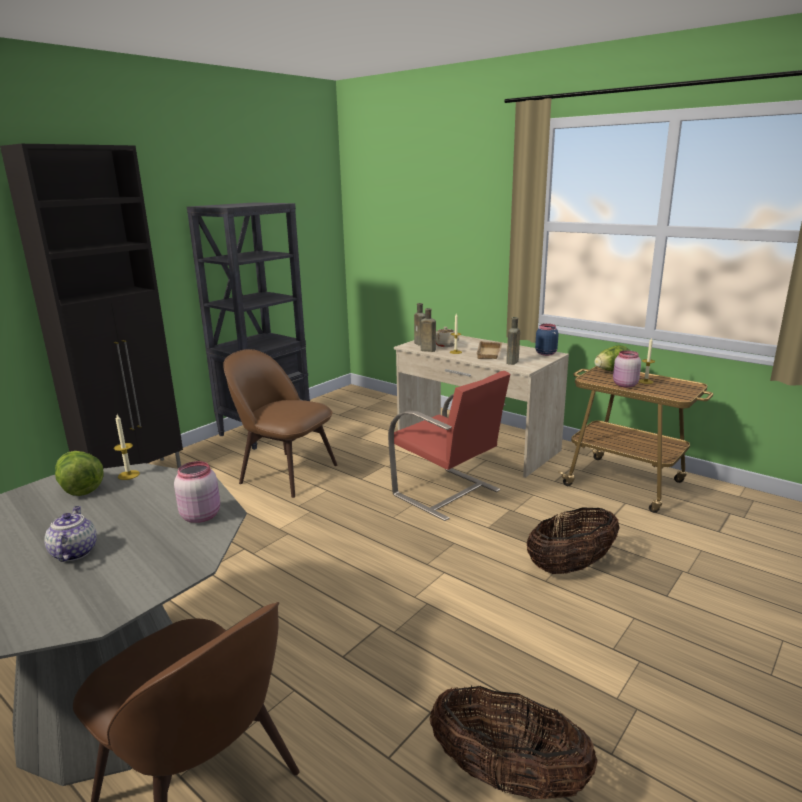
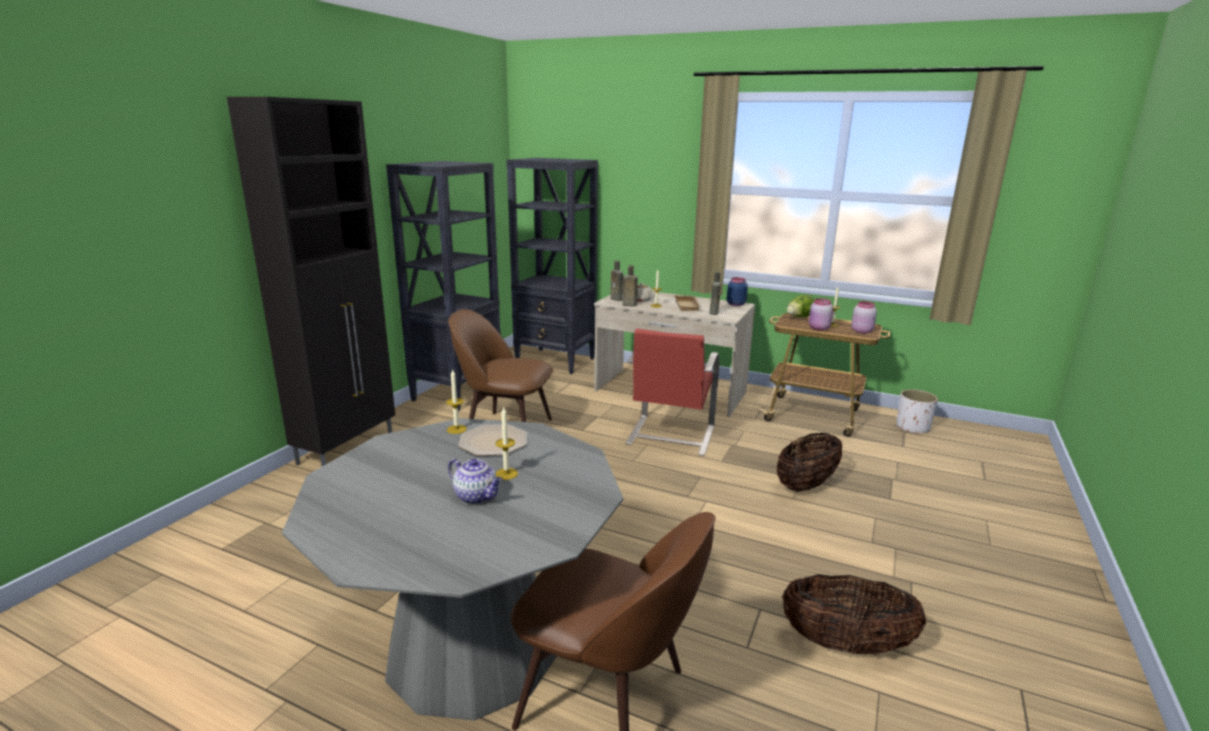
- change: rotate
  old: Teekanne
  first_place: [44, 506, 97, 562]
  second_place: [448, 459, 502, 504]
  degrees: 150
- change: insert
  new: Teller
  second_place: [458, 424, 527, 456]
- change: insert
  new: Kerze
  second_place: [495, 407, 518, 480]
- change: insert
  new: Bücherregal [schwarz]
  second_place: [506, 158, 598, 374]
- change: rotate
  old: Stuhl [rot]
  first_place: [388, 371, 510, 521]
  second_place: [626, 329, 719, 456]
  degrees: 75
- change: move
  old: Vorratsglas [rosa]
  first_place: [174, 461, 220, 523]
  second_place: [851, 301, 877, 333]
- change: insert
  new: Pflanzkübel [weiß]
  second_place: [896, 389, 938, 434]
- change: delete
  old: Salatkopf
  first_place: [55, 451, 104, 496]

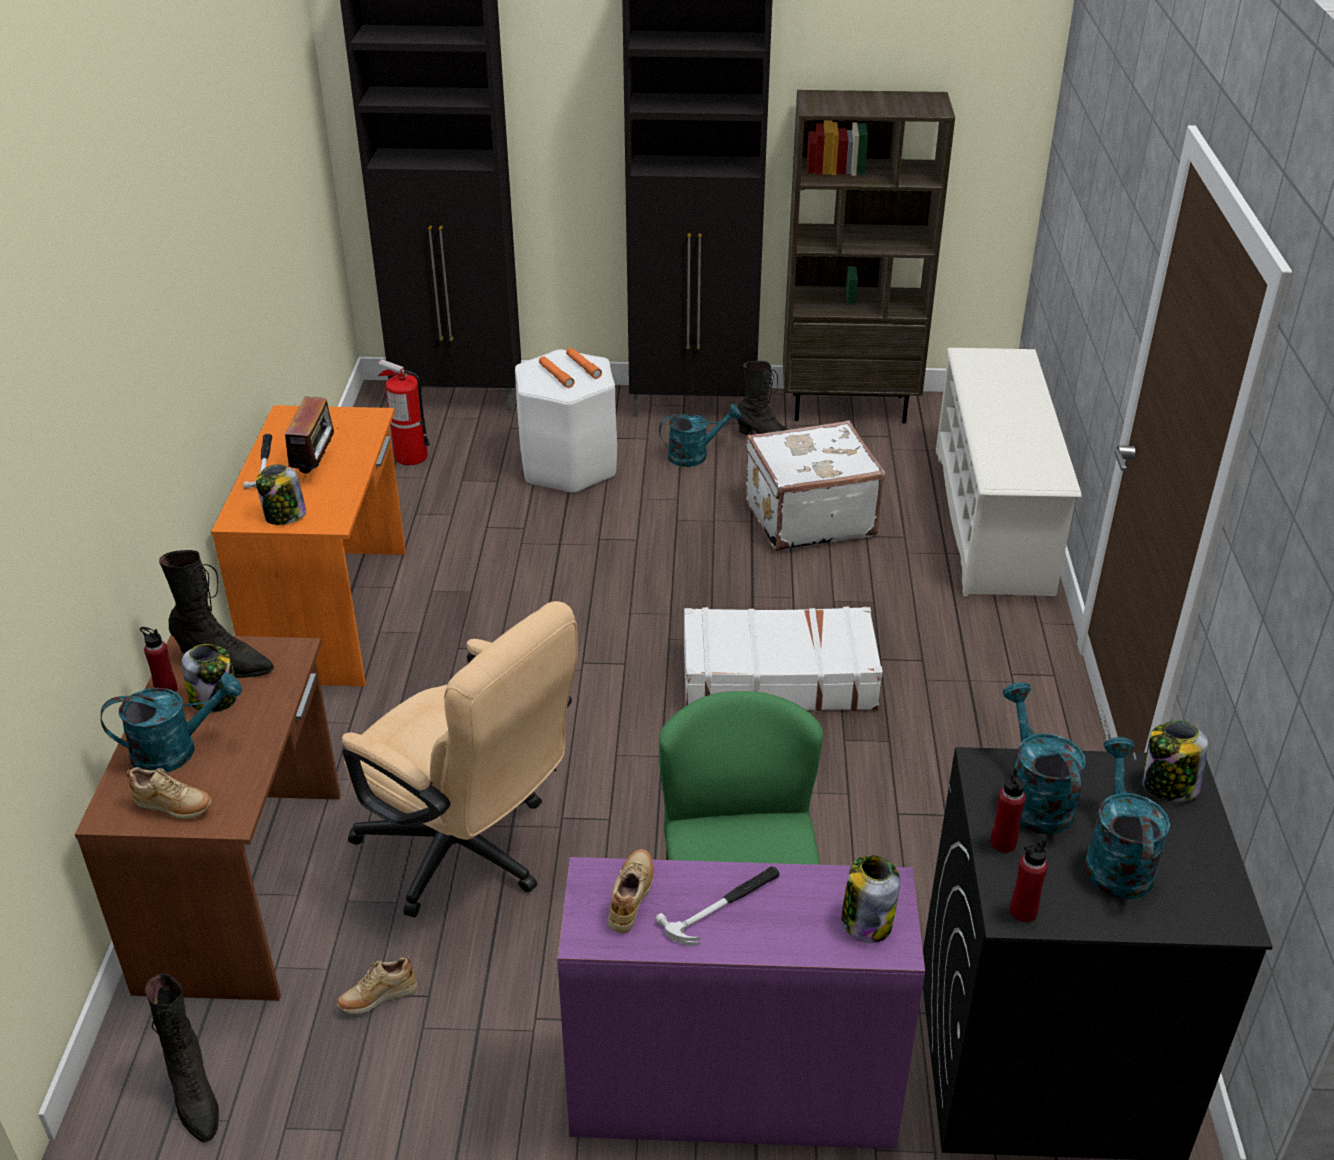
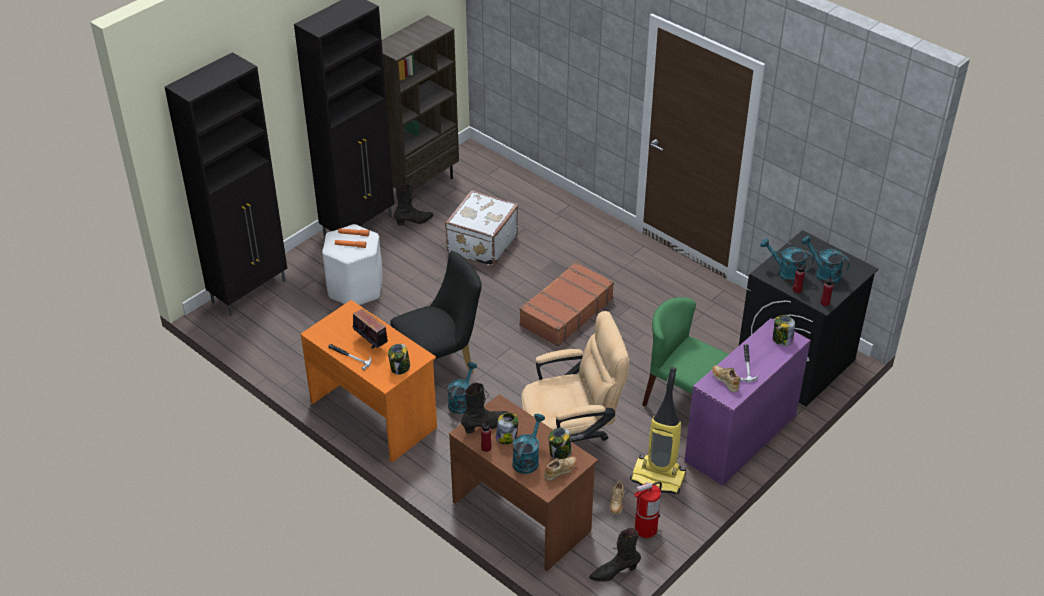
- change: insert
  new: Stuhl [schwarz]
  second_place: [390, 251, 482, 373]
- change: move
  old: Gießkanne [türkis]
  first_place: [659, 404, 741, 467]
  second_place: [448, 362, 477, 414]
- change: recolor
  old: Koffer [weiß]
  new: Koffer [braun]
  first_place: [684, 606, 883, 711]
  second_place: [520, 262, 614, 347]
- change: move
  old: Vorratsglas
  first_place: [1142, 721, 1208, 802]
  second_place: [549, 428, 572, 459]
- change: rotate
  old: Stiefel [schwarz]
  first_place: [145, 974, 219, 1143]
  second_place: [589, 528, 641, 581]
  degrees: 150
- change: insert
  new: Staubsauger
  second_place: [630, 367, 686, 494]
- change: move
  old: Feuerlöscher
  first_place: [378, 359, 430, 465]
  second_place: [634, 482, 662, 538]
- change: delete
  old: Schuhregal [weiß]
  first_place: [936, 348, 1081, 597]

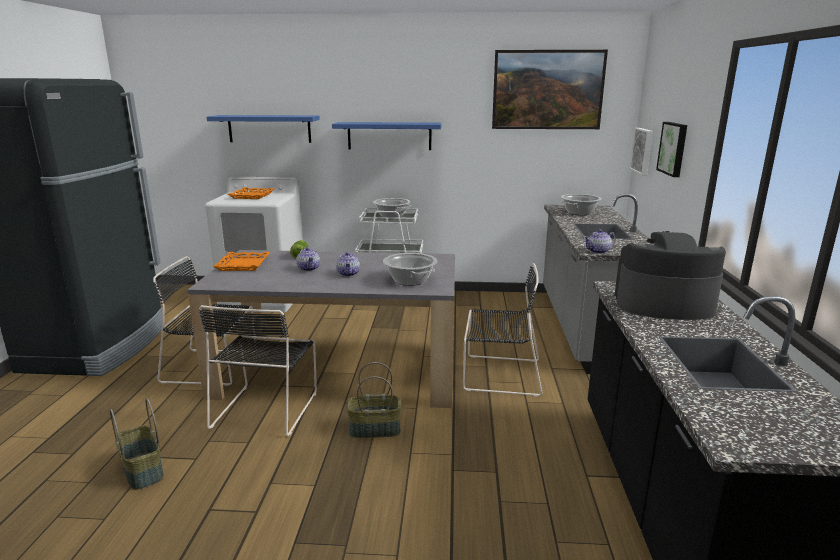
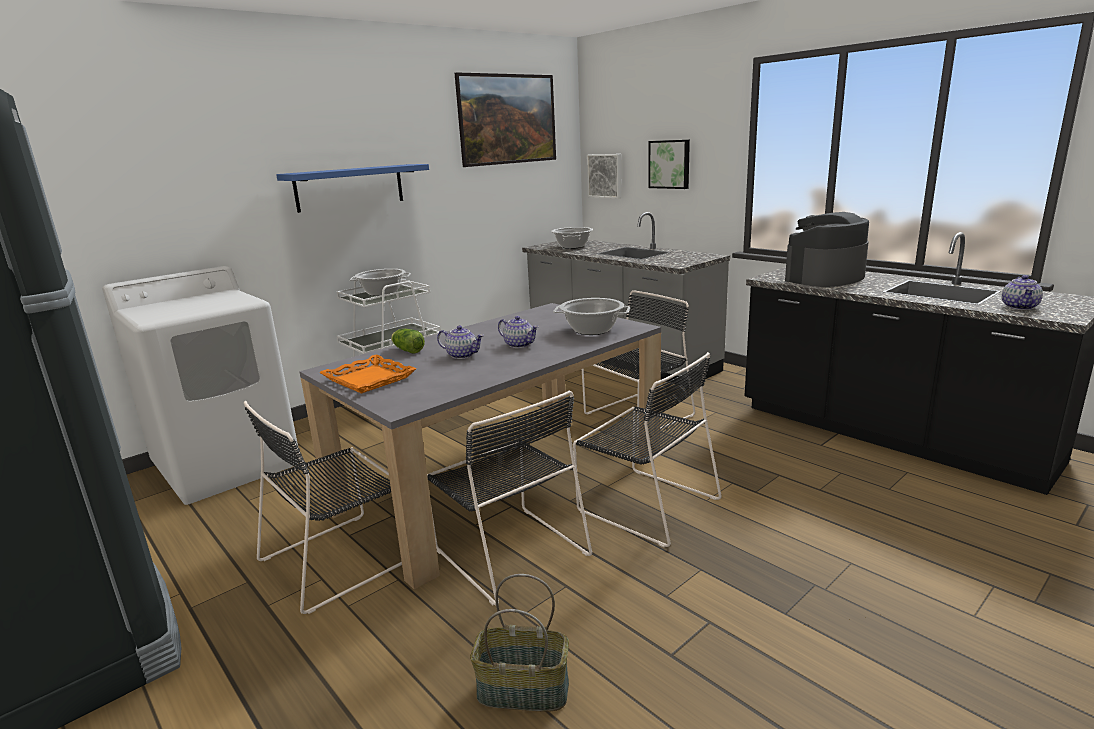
- change: replace
  old: Korb
  new: Stuhl [schwarz]
  first_place: [347, 362, 401, 438]
  second_place: [573, 352, 722, 547]
- change: move
  old: Teekanne
  first_place: [584, 229, 616, 254]
  second_place: [1002, 275, 1043, 310]
- change: delete
  old: Wandregal [blau]
  first_place: [207, 115, 320, 143]
- change: delete
  old: Tablett [orange]
  first_place: [228, 187, 274, 199]

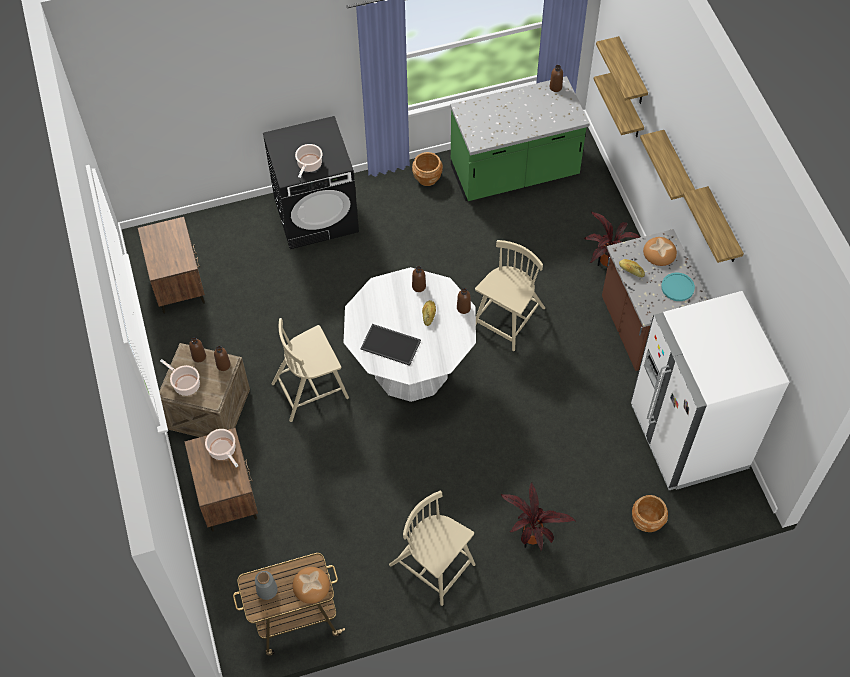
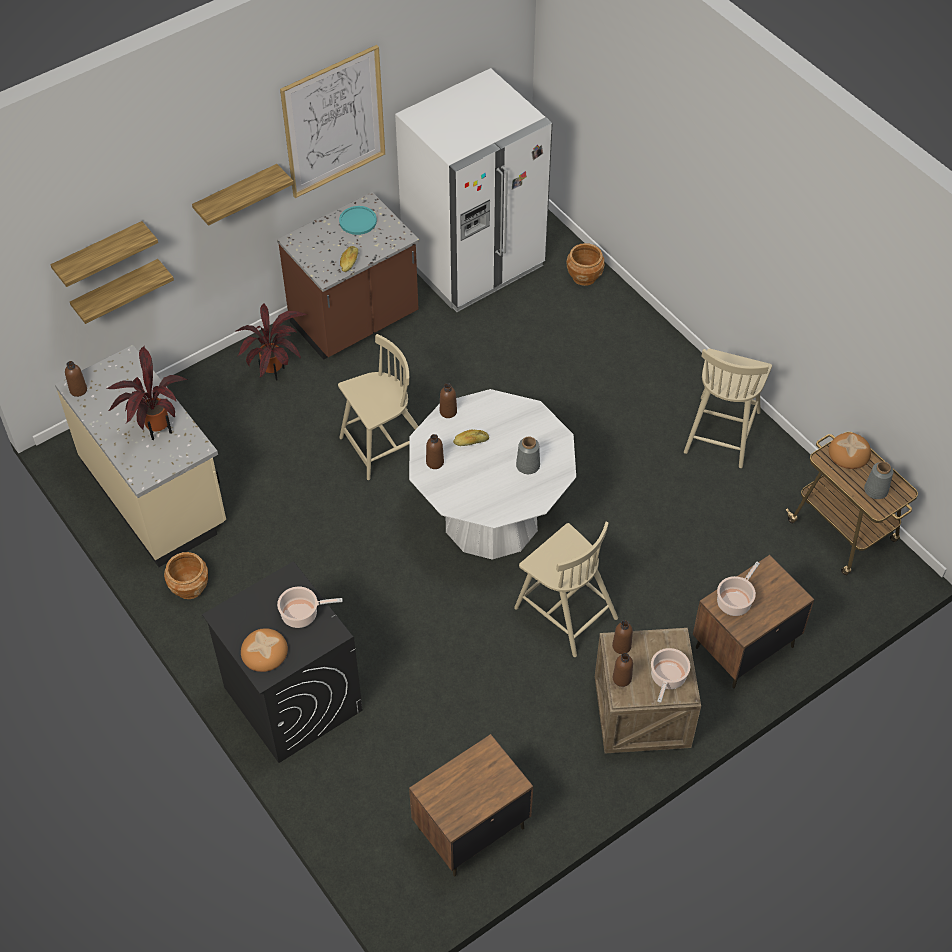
- change: recolor
  old: Küchenzeile [grün]
  new: Küchenzeile [beige]
  first_place: [450, 76, 590, 201]
  second_place: [55, 345, 226, 567]
- change: move
  old: Topfpflanze
  first_place: [501, 483, 575, 550]
  second_place: [107, 346, 187, 440]
- change: move
  old: Brot
  first_place: [643, 237, 677, 266]
  second_place: [241, 628, 288, 672]
- change: replace
  old: Wandregal
  new: Bild
  first_place: [683, 186, 744, 263]
  second_place: [280, 45, 385, 198]
- change: rotate
  old: Stuhl [beige]
  first_place: [475, 240, 545, 351]
  second_place: [338, 334, 419, 480]
  degrees: 135
- change: replace
  old: Tablett
  new: Vase [grau]
  first_place: [360, 324, 421, 366]
  second_place: [516, 437, 540, 474]

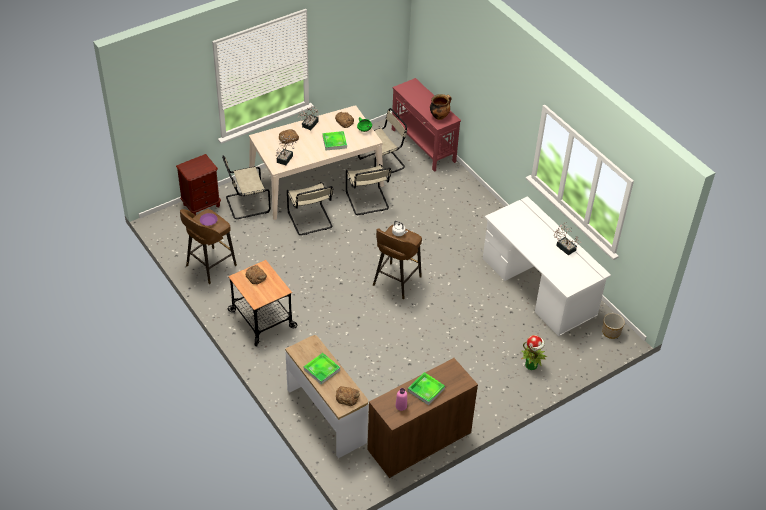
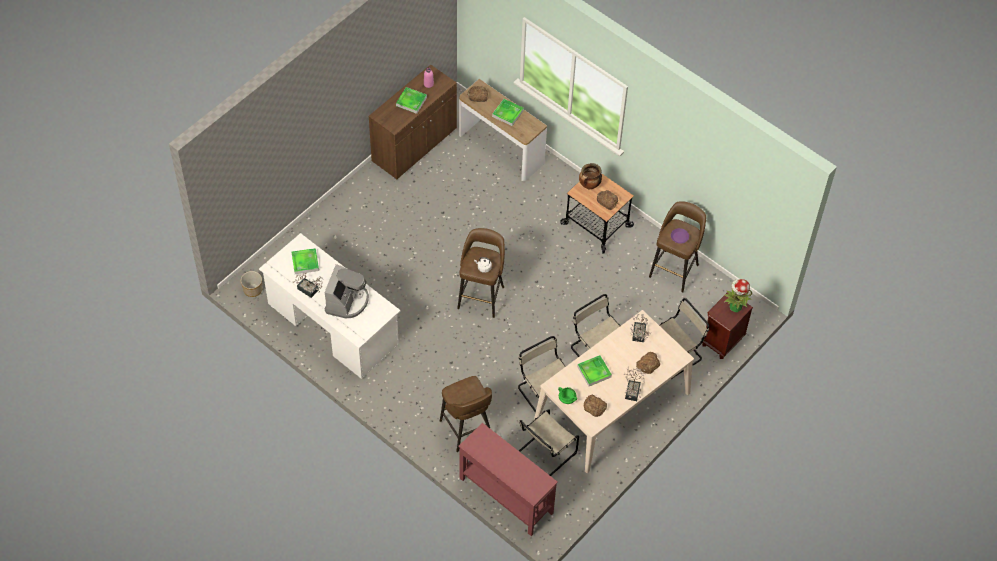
- change: insert
  new: Tablett
  second_place: [292, 248, 319, 274]
- change: insert
  new: Kaffeemaschine
  second_place: [324, 264, 369, 319]
- change: insert
  new: Hocker [braun]
  second_place: [440, 376, 492, 452]
- change: move
  old: Kochtopf
  first_place: [430, 94, 452, 120]
  second_place: [579, 163, 602, 189]
- change: move
  old: Topfpflanze
  first_place: [521, 335, 547, 370]
  second_place: [724, 279, 752, 312]

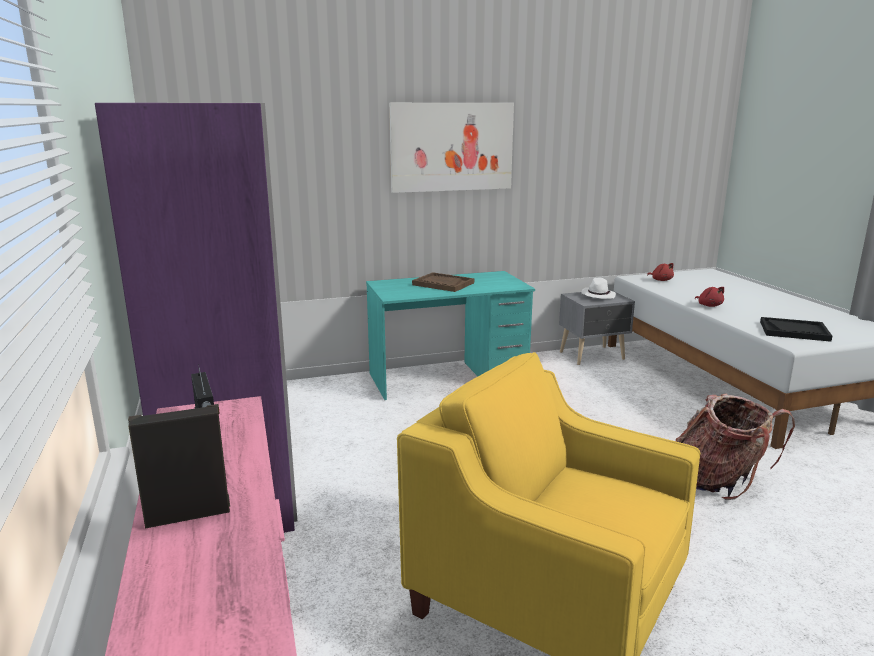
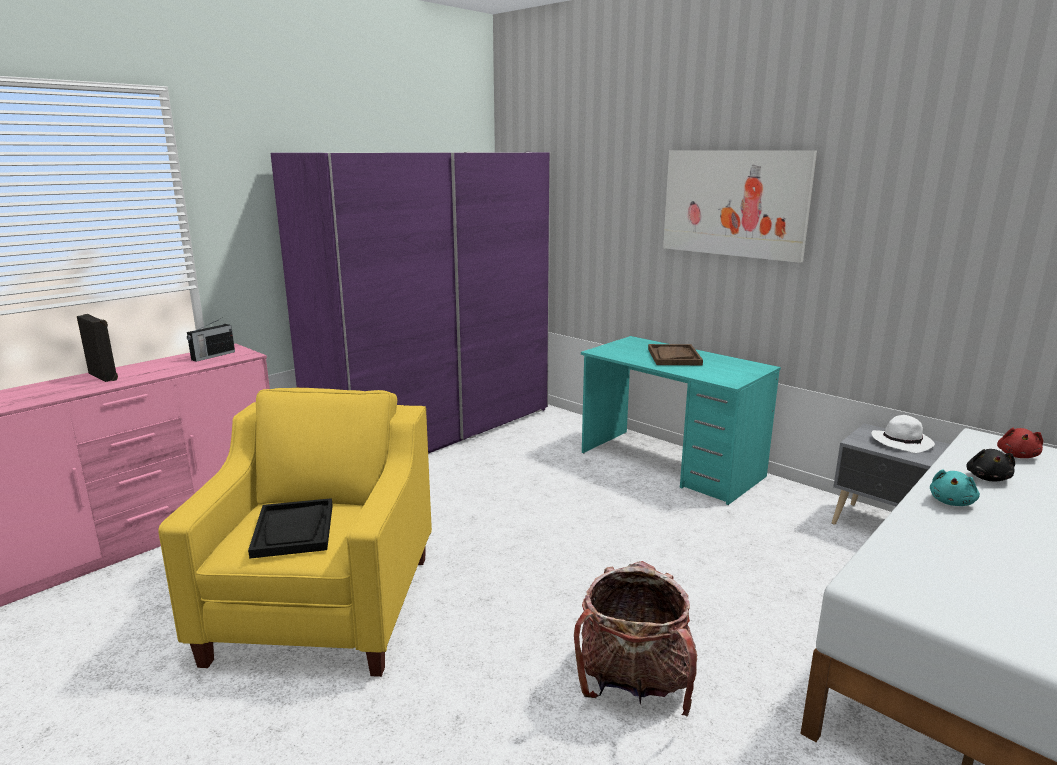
- change: move
  old: Tablett [schwarz]
  first_place: [760, 317, 832, 342]
  second_place: [248, 498, 333, 559]
- change: recolor
  old: Plüschtier [rot]
  new: Plüschtier [türkis]
  first_place: [695, 287, 724, 307]
  second_place: [930, 469, 980, 506]
- change: insert
  new: Plüschtier [schwarz]
  second_place: [966, 449, 1015, 481]

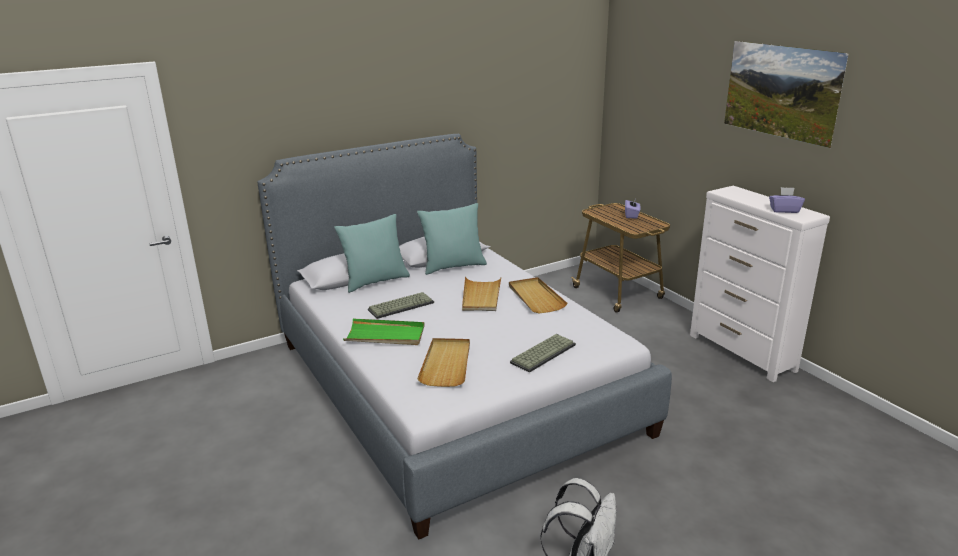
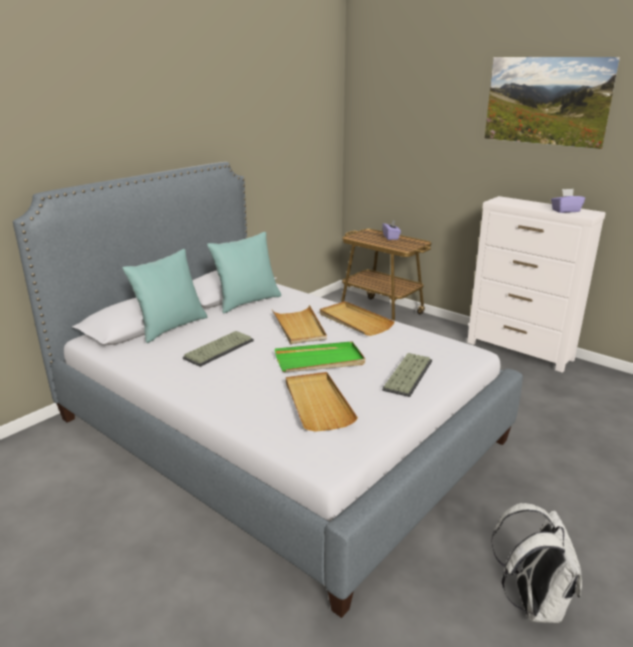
- change: move
  old: Tablett [grün]
  first_place: [343, 319, 425, 345]
  second_place: [275, 341, 365, 372]

